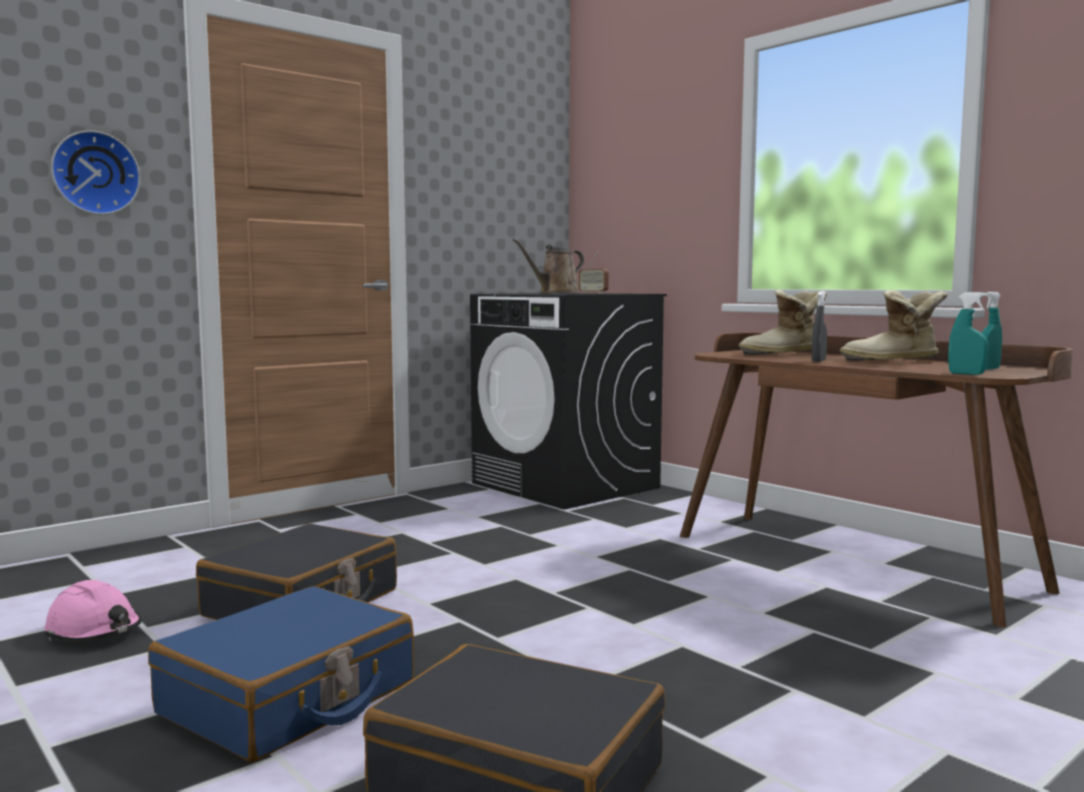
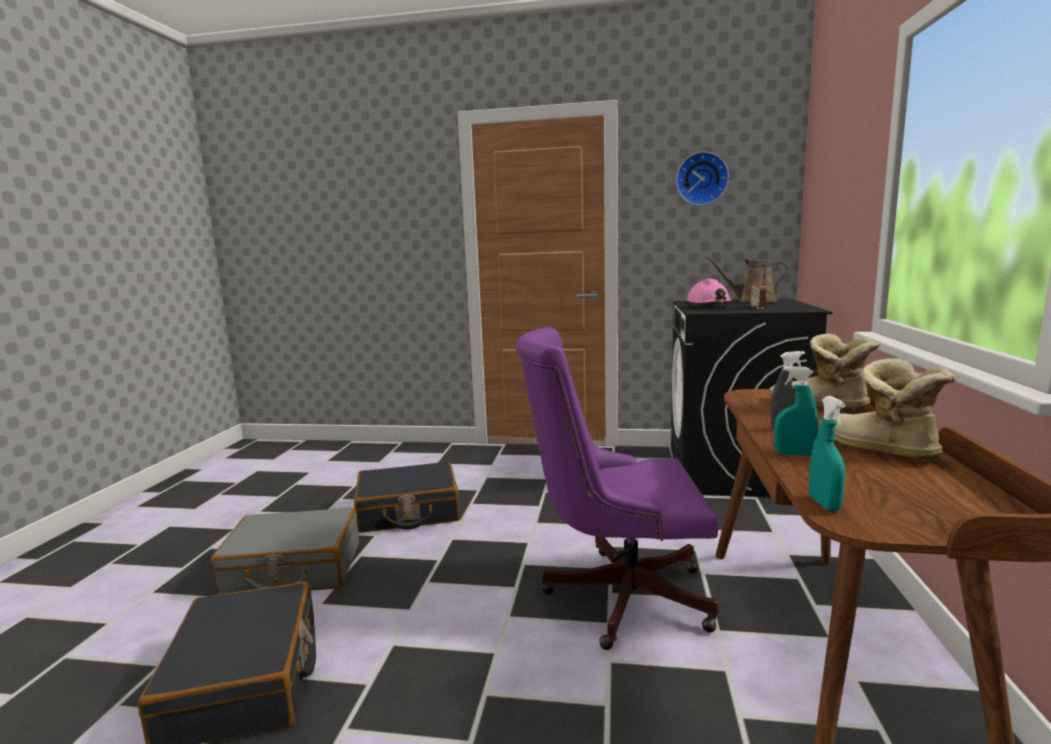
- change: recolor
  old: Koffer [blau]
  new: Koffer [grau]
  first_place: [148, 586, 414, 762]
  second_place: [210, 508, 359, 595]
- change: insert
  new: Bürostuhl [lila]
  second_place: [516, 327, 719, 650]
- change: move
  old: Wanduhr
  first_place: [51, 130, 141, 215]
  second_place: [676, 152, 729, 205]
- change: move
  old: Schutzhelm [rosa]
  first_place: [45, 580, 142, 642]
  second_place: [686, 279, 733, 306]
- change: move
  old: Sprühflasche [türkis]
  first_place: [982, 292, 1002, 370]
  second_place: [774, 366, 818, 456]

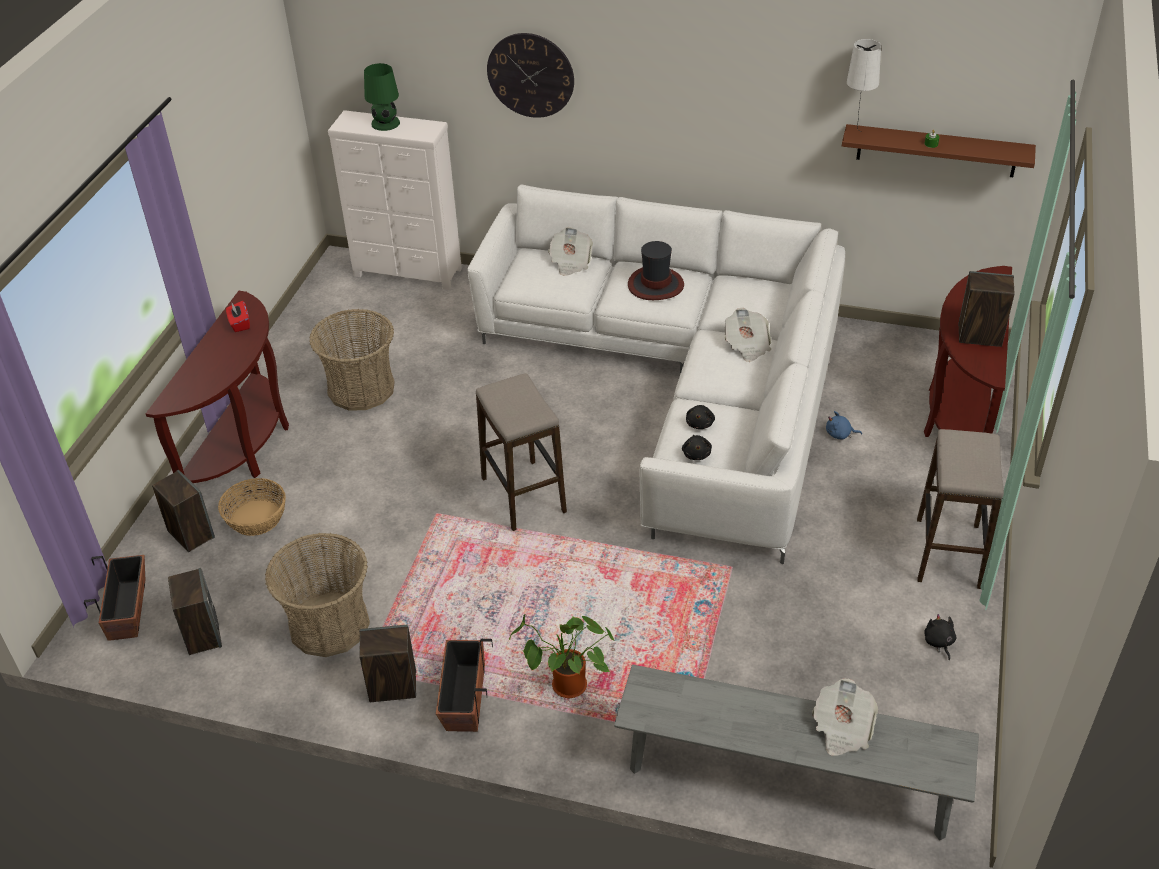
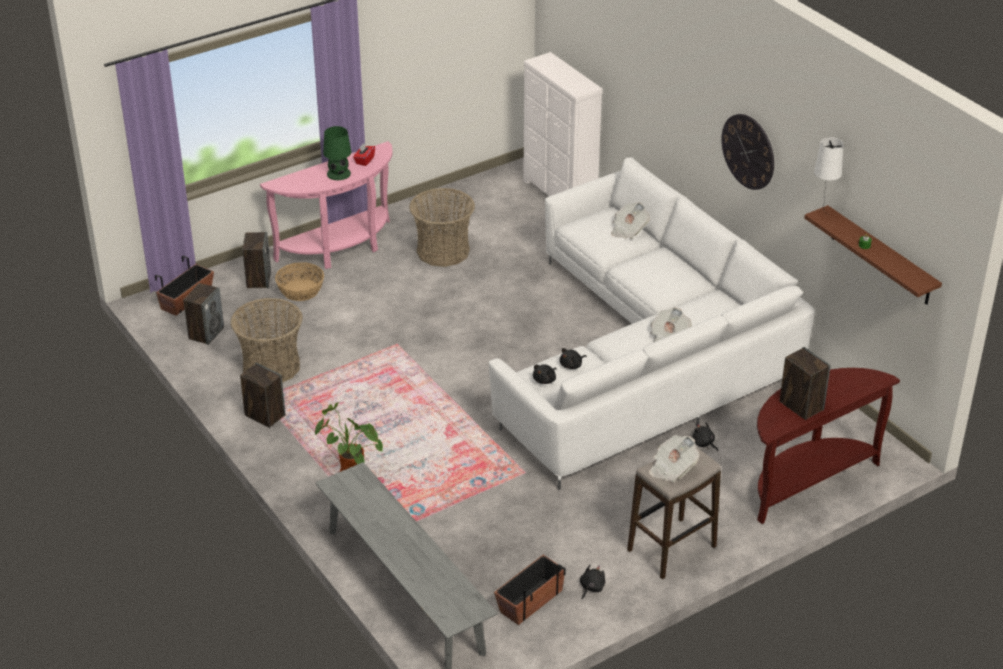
- change: recolor
  old: Konsolentisch [braun]
  new: Konsolentisch [rosa]
  first_place: [146, 291, 289, 483]
  second_place: [260, 141, 393, 269]
- change: move
  old: Tischlampe [grün]
  first_place: [364, 63, 400, 131]
  second_place: [323, 126, 351, 180]
- change: move
  old: Pflanzkübel
  first_place: [436, 639, 493, 732]
  second_place: [494, 555, 566, 625]
- change: move
  old: Zeitung
  first_place: [812, 678, 878, 756]
  second_place: [649, 435, 699, 483]
- change: recolor
  old: Plüschtier [blau]
  new: Plüschtier [schwarz]
  first_place: [826, 411, 862, 440]
  second_place: [693, 422, 718, 452]
- change: move
  old: Wanduhr
  first_place: [487, 33, 574, 118]
  second_place: [721, 114, 774, 190]
- change: delete
  old: Hocker
  first_place: [476, 373, 567, 531]
- change: delete
  old: Hut
  first_place: [628, 241, 684, 300]

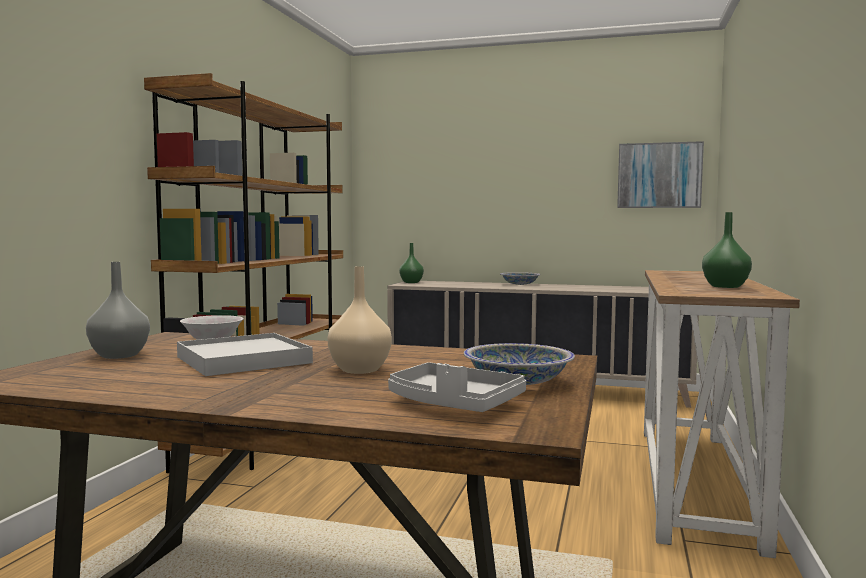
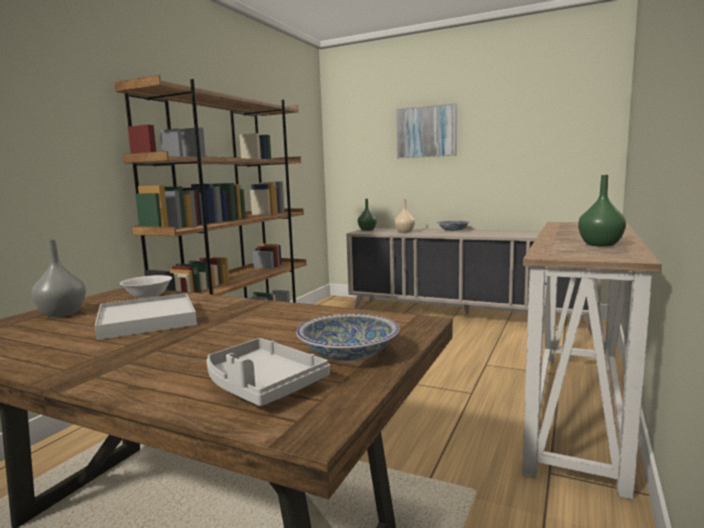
- change: move
  old: Vase [beige]
  first_place: [328, 266, 392, 374]
  second_place: [395, 199, 415, 233]
- change: move
  old: Bild
  first_place: [617, 141, 704, 208]
  second_place: [396, 103, 457, 158]

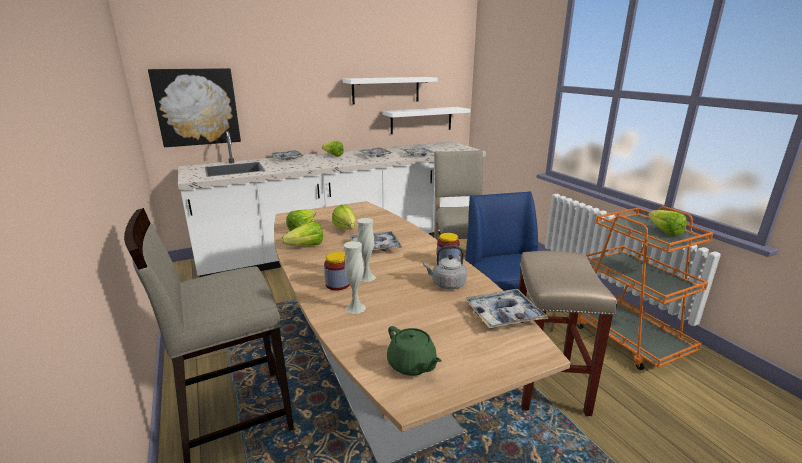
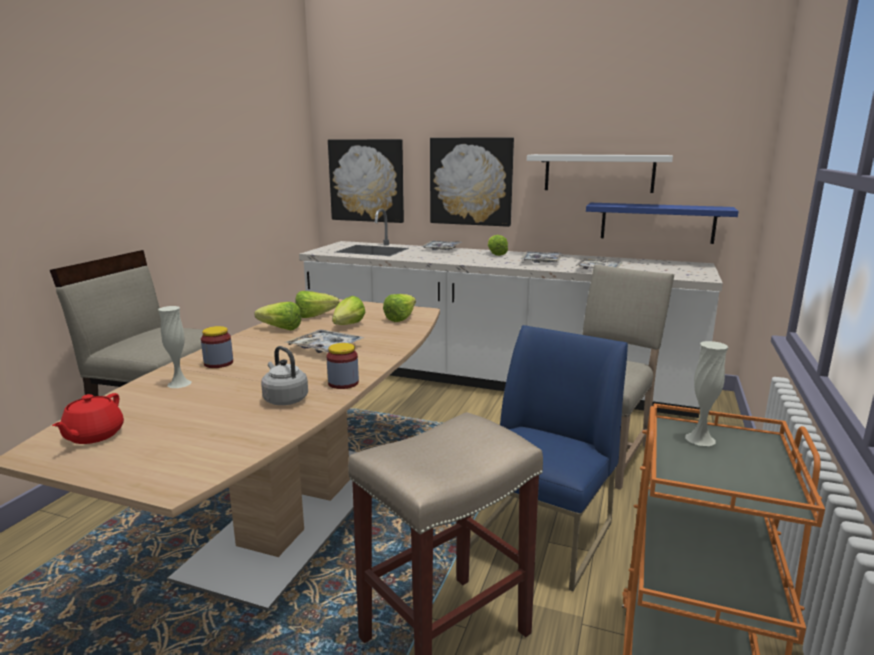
- change: recolor
  old: Teekanne [grün]
  new: Teekanne [rot]
  first_place: [387, 326, 441, 376]
  second_place: [52, 393, 124, 444]
- change: move
  old: Salatkopf
  first_place: [648, 210, 687, 236]
  second_place: [383, 294, 416, 322]
- change: insert
  new: Bild
  second_place: [430, 137, 514, 227]
- change: recolor
  old: Wandregal [weiß]
  new: Wandregal [blau]
  first_place: [382, 107, 470, 134]
  second_place: [586, 203, 739, 244]
- change: move
  old: Vase [weiß]
  first_place: [357, 218, 376, 282]
  second_place: [685, 341, 728, 446]
- change: delete
  old: Tablett
  first_place: [465, 289, 549, 328]

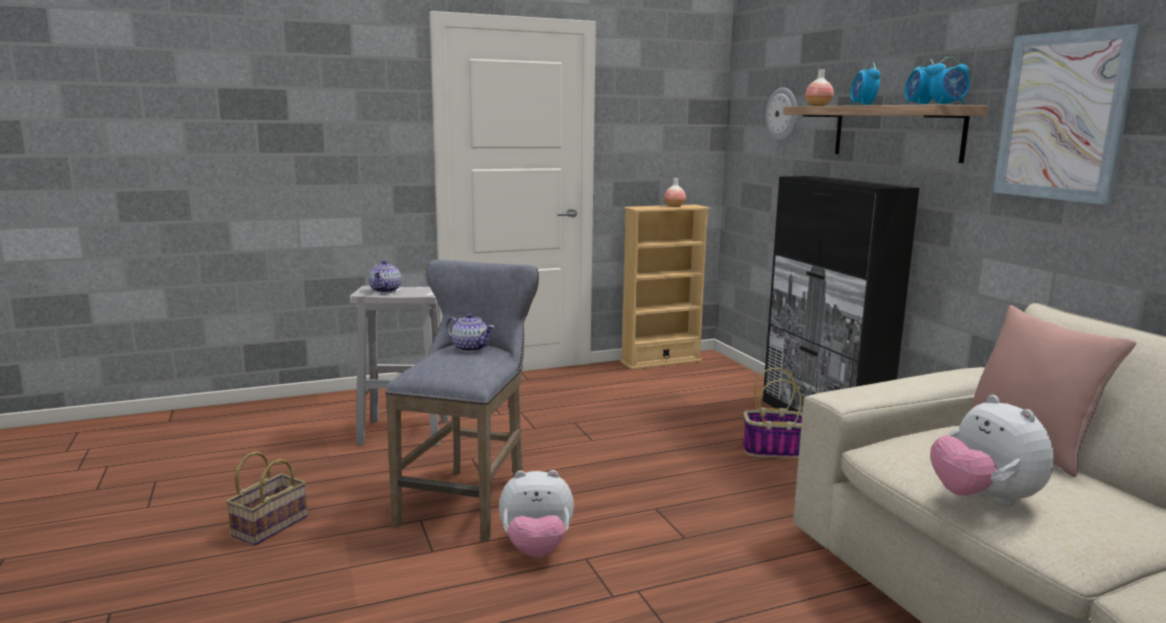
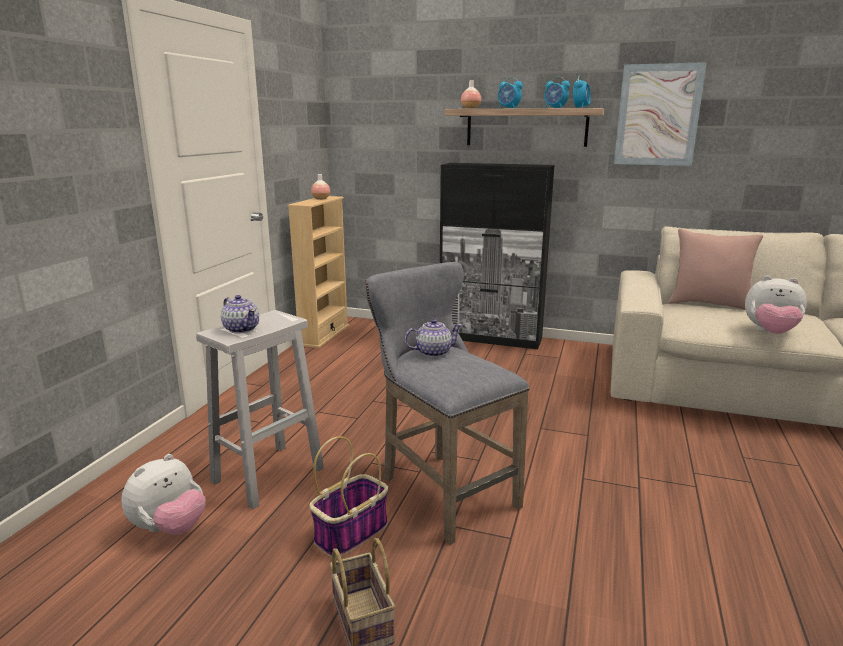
- change: move
  old: Plüschtier
  first_place: [499, 470, 574, 557]
  second_place: [121, 454, 206, 535]
- change: move
  old: Korb
  first_place: [743, 368, 802, 458]
  second_place: [309, 436, 388, 558]
- change: delete
  old: Wanduhr
  first_place: [766, 87, 797, 141]

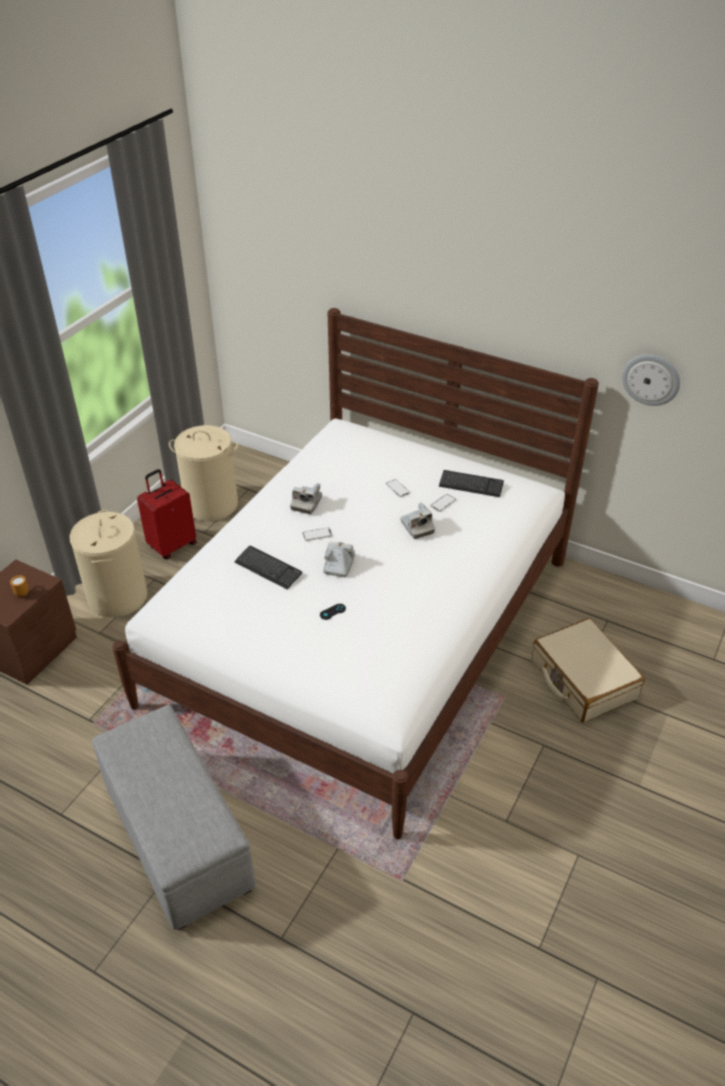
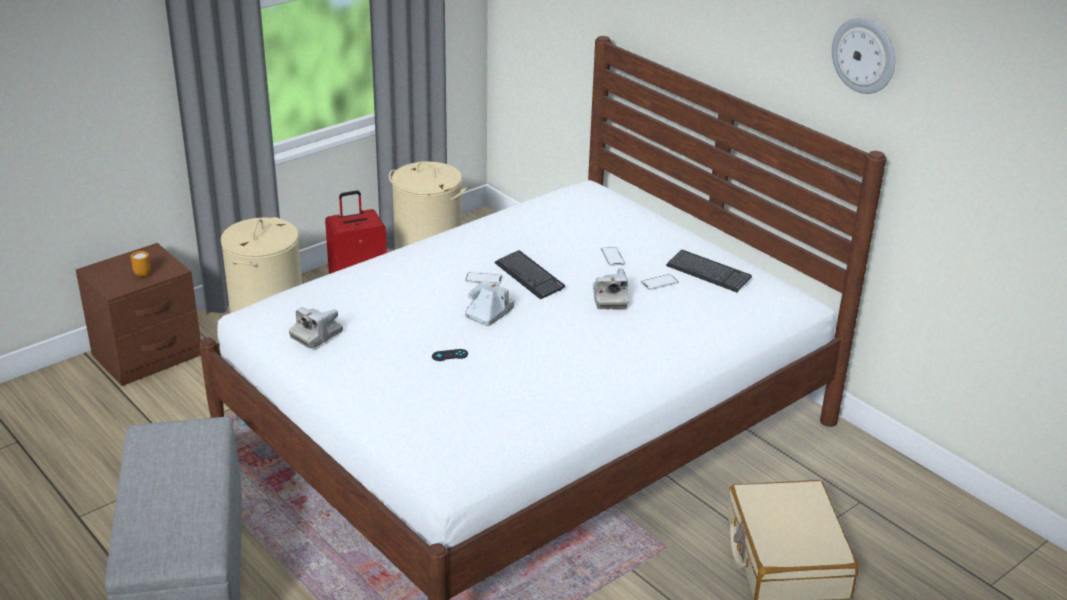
- change: move
  old: Kamera
  first_place: [290, 483, 322, 514]
  second_place: [289, 307, 343, 348]
- change: move
  old: Tastatur
  first_place: [235, 546, 302, 590]
  second_place: [494, 250, 565, 299]
- change: move
  old: Wanduhr
  first_place: [622, 354, 680, 406]
  second_place: [832, 18, 895, 94]

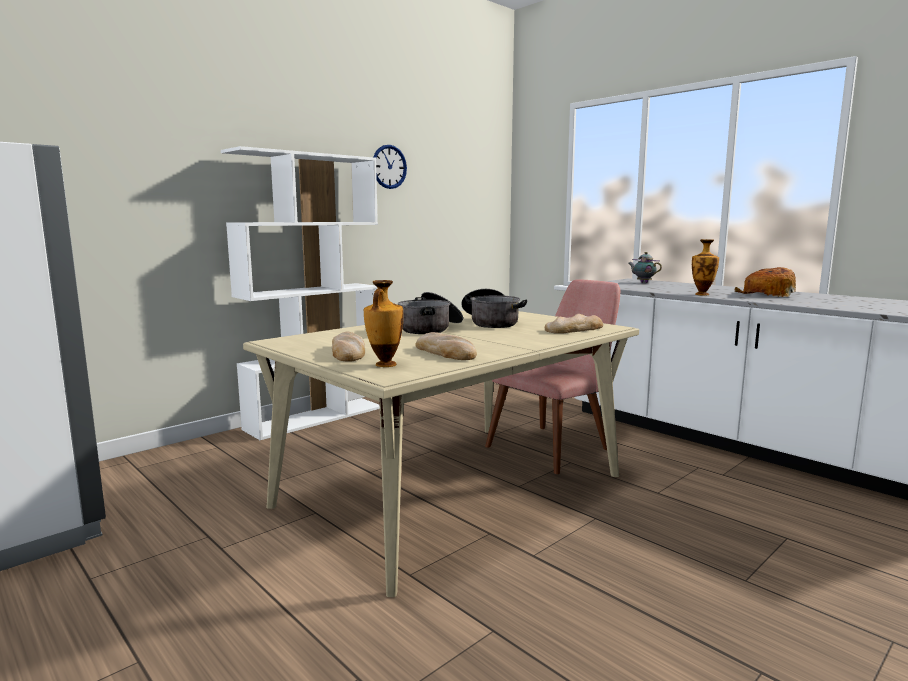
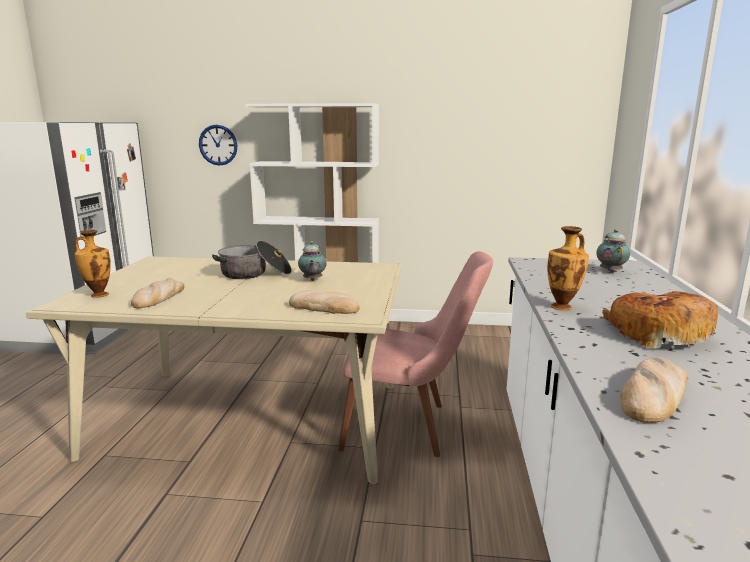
- change: move
  old: Wanduhr
  first_place: [373, 145, 407, 189]
  second_place: [199, 125, 237, 166]
- change: replace
  old: Kochtopf
  new: Teekanne
  first_place: [461, 289, 527, 328]
  second_place: [298, 241, 327, 281]
- change: move
  old: Brot
  first_place: [332, 332, 365, 362]
  second_place: [620, 357, 687, 423]

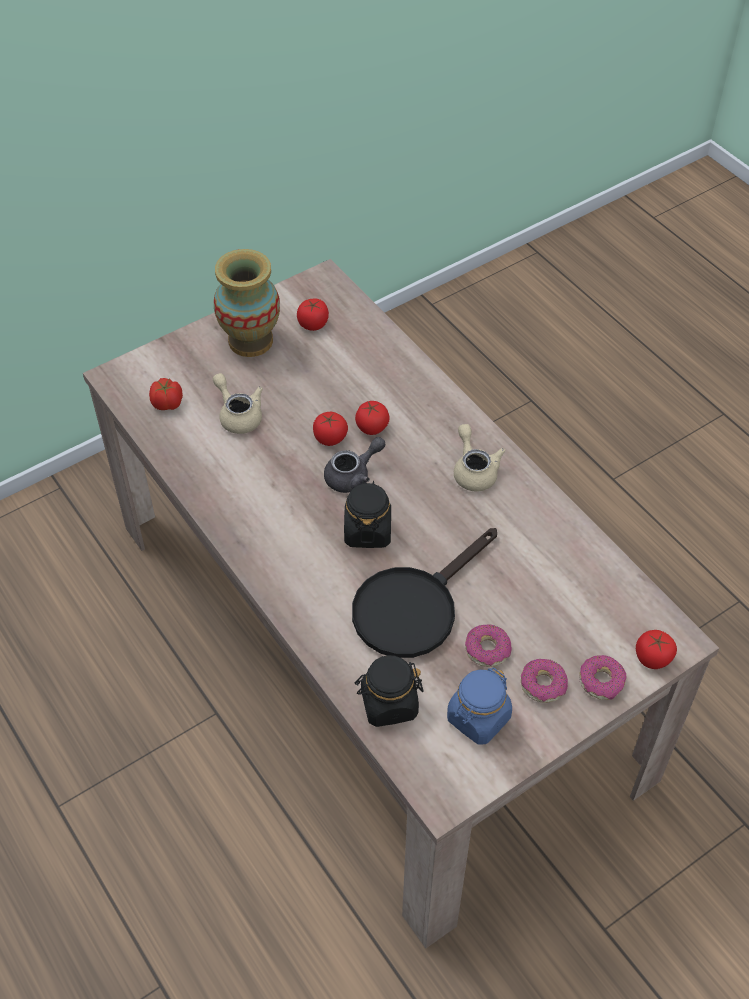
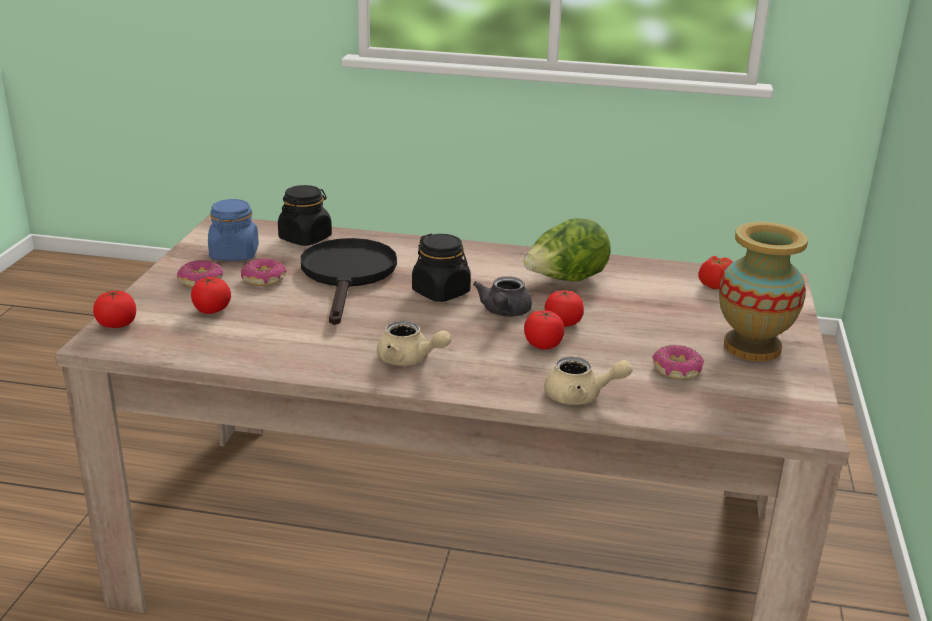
- change: move
  old: Tomate
  first_place: [297, 298, 329, 331]
  second_place: [191, 277, 231, 314]
- change: insert
  new: Salatkopf
  second_place: [523, 218, 611, 282]
- change: move
  old: Teekanne [beige]
  first_place: [213, 373, 263, 434]
  second_place: [544, 356, 633, 405]
- change: move
  old: Donut
  first_place: [579, 655, 627, 700]
  second_place: [652, 345, 704, 379]

